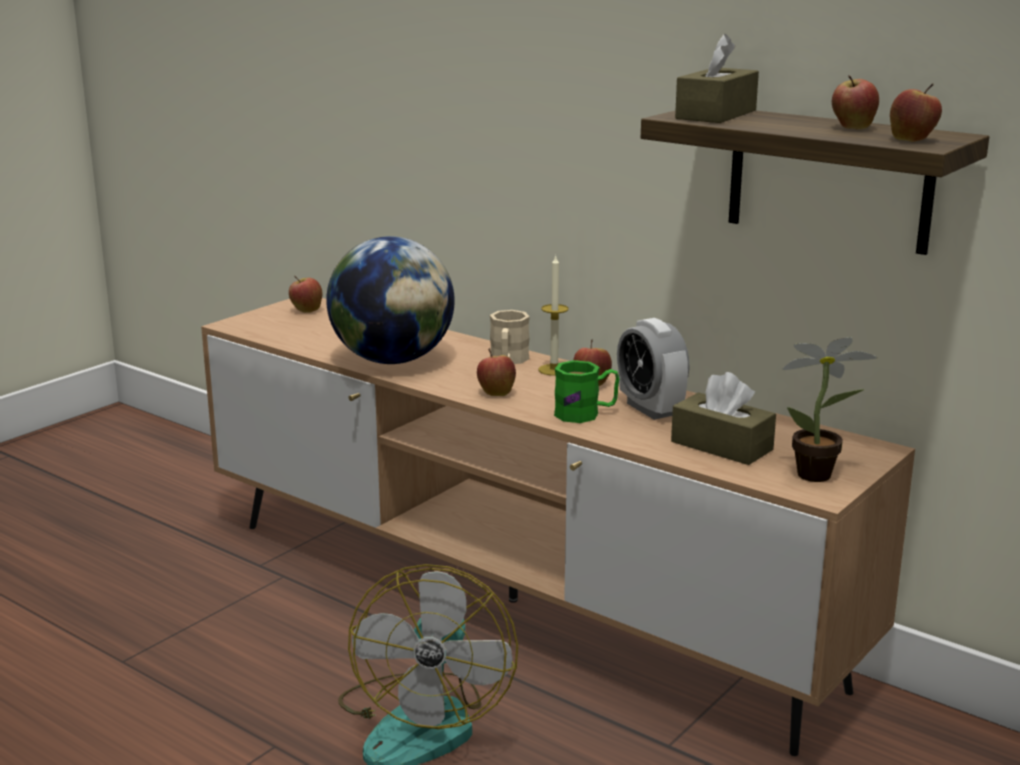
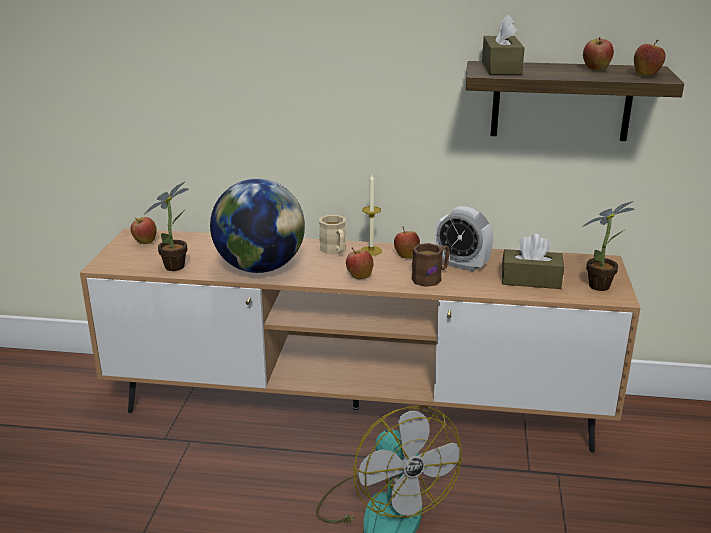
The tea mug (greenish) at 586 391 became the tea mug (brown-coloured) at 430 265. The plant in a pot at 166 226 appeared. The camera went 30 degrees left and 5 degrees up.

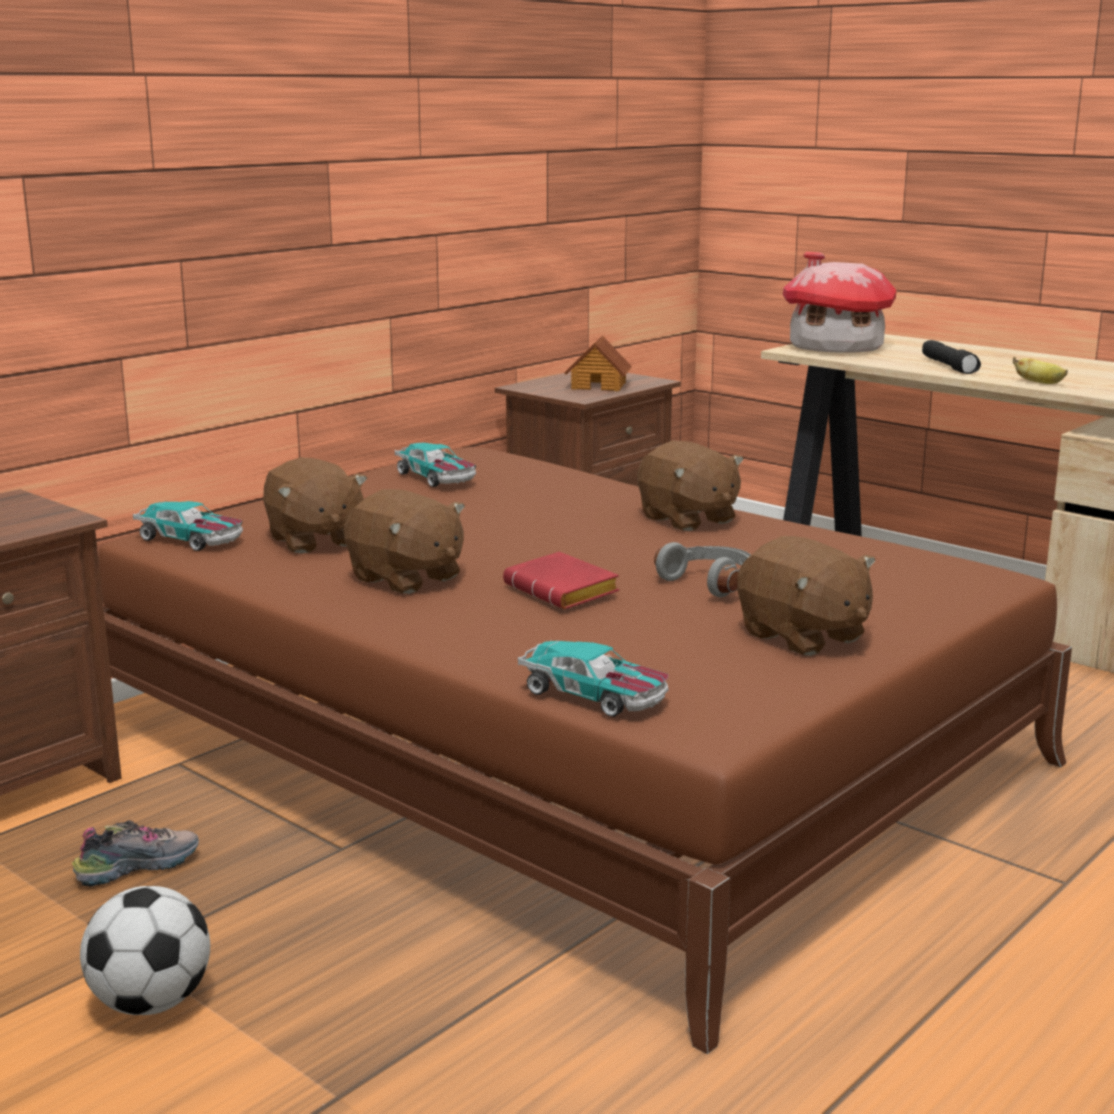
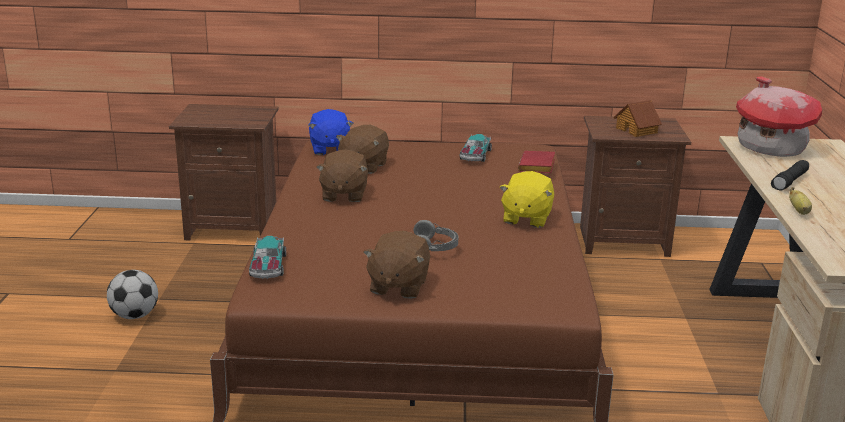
The item of footwear at 135 853 disappeared. The toy car at 188 526 was replaced by the plush toy (blue) at 331 132. The volume (reddish) moved from 561 580 to 536 162. The plush toy (brown-coloured) at 690 486 became the plush toy (yellow) at 526 199. The camera went 50 degrees right and 5 degrees up.

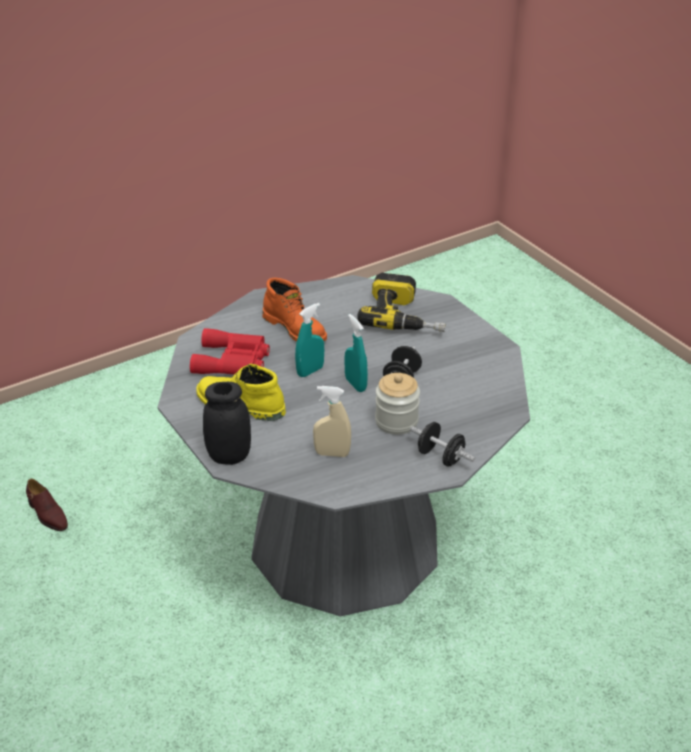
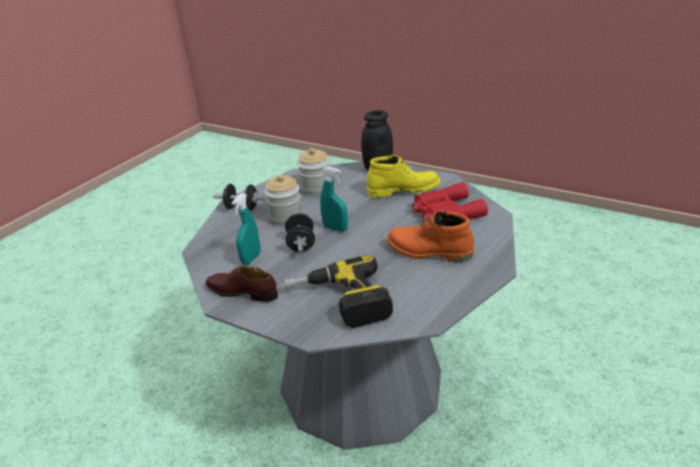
The item of footwear (brown-coloured) moved from 47 505 to 242 284. The spray bottle (blue-green) moved from 309 340 to 246 229. The spray bottle (beige) at 332 421 was replaced by the storage jar at 313 171. The camera went 155 degrees right and 5 degrees down.

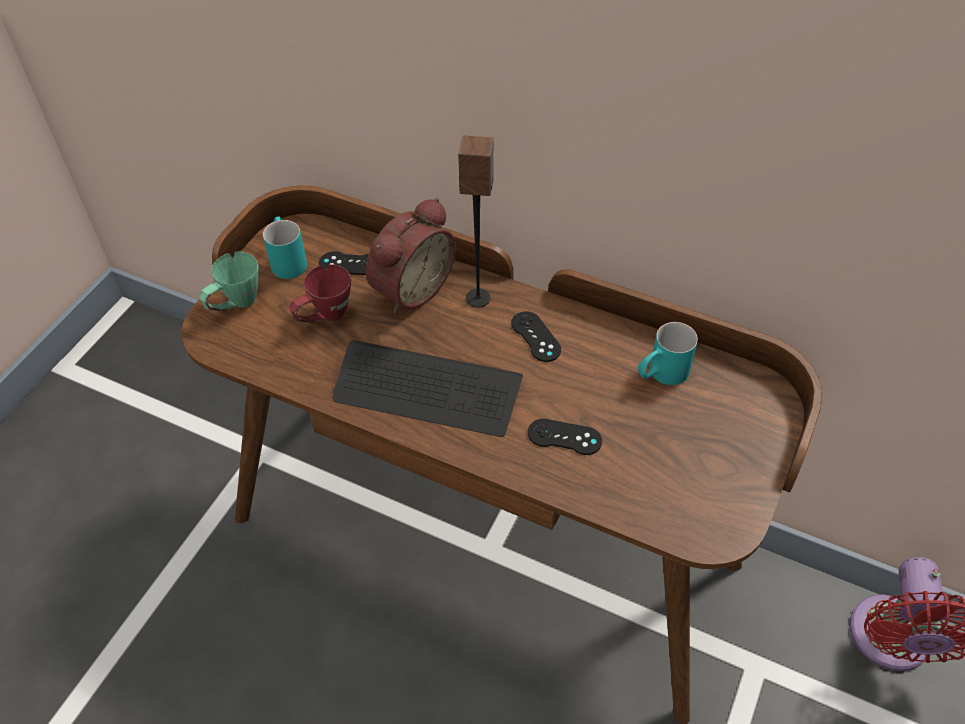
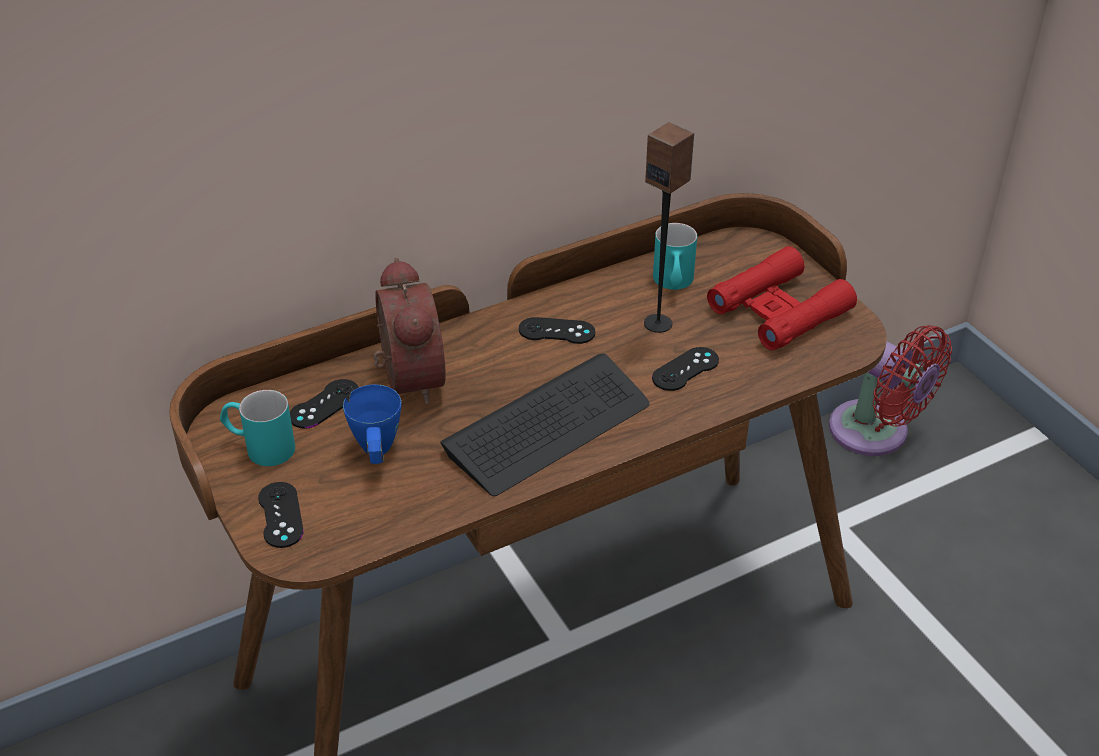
The tea mug (greenish) at 229 281 was replaced by the game controller (black) at 281 515. The tea mug (reddish) at 320 293 became the tea mug (blue) at 372 424. The audio speaker moved from 476 221 to 669 227. The binoculars (reddish) at 782 298 appeared. The camera went 55 degrees left and 10 degrees down.

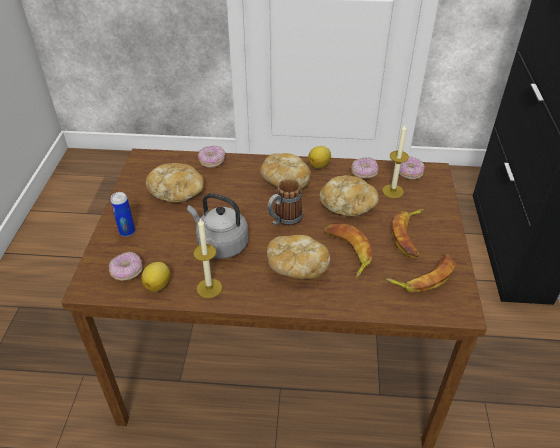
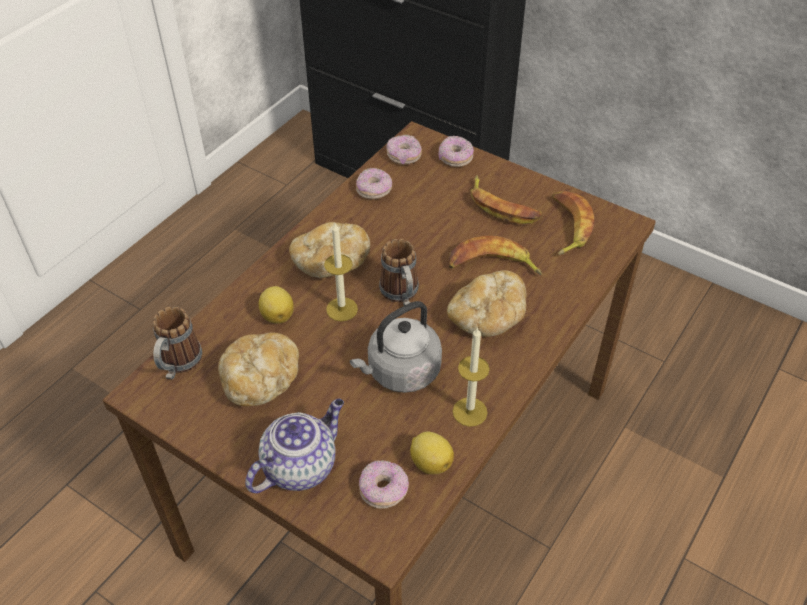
The sealed can at 122 214 was replaced by the tea pot at 294 446. The ring doughnut moved from 211 157 to 456 151. The lemon moved from 319 157 to 276 305. The bread at 349 196 disappeared. The wax candle moved from 395 161 to 341 272. The tea mug at 177 342 appeared. The camera went 60 degrees left and 5 degrees up.

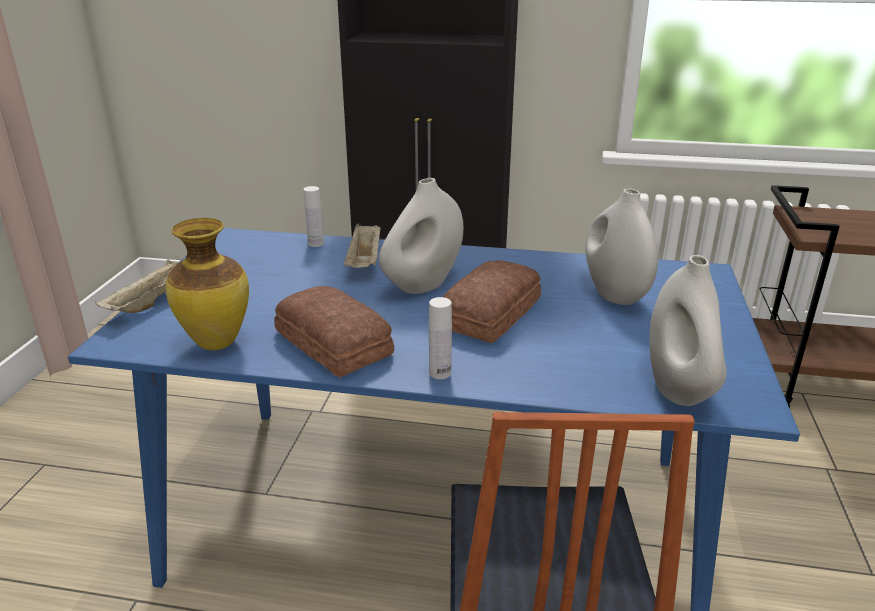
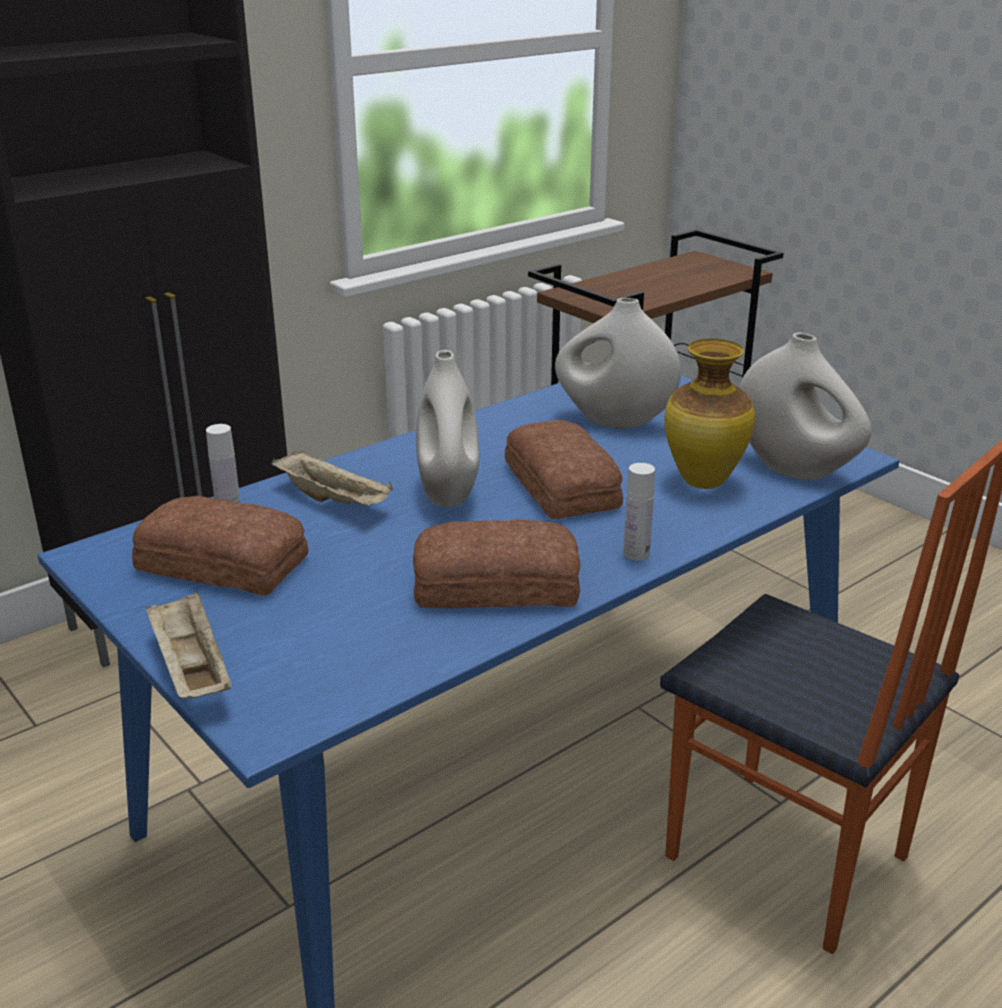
The flower vase moved from 207 284 to 710 414. The bread at 220 546 appeared. The camera went 50 degrees left and 0 degrees up.

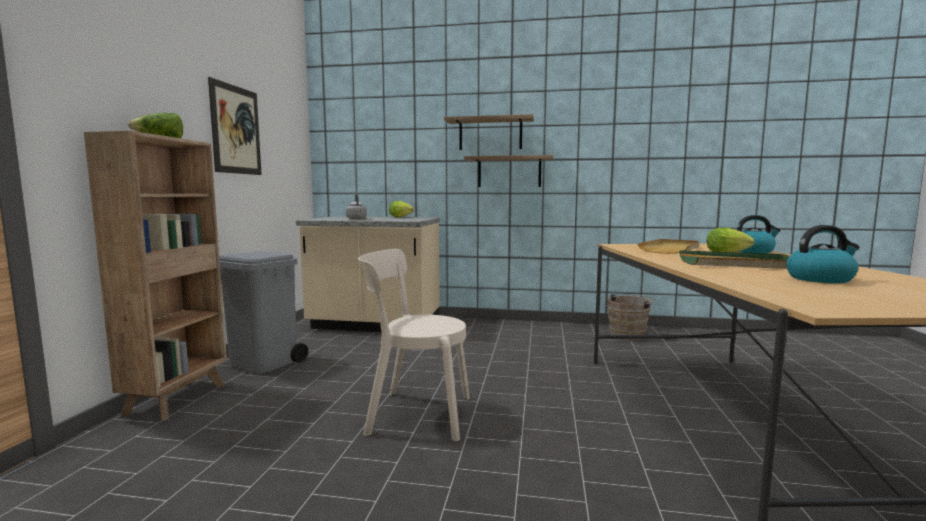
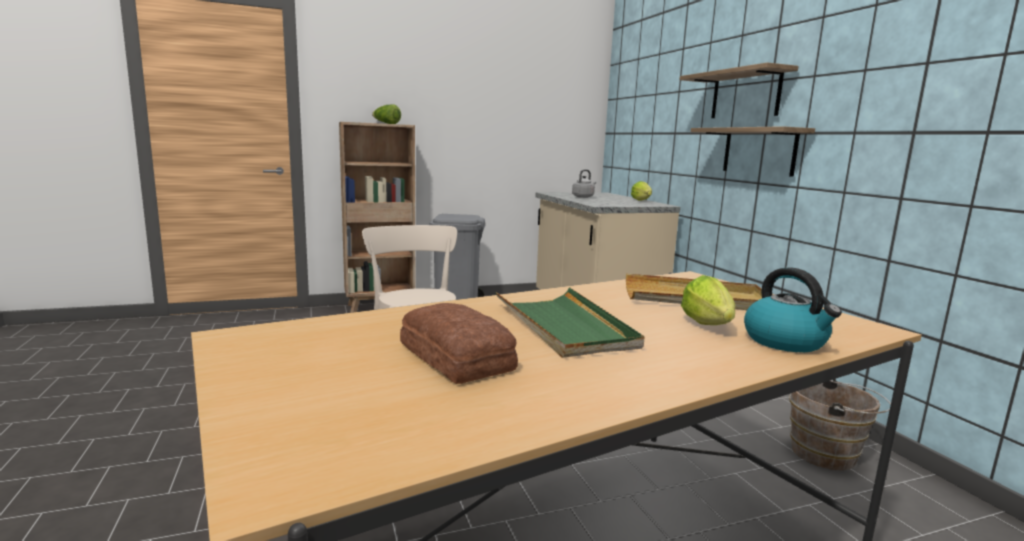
The picture at 235 126 disappeared. The water kettle at 822 254 was replaced by the bread at 459 343. The camera went 60 degrees right and 5 degrees up.

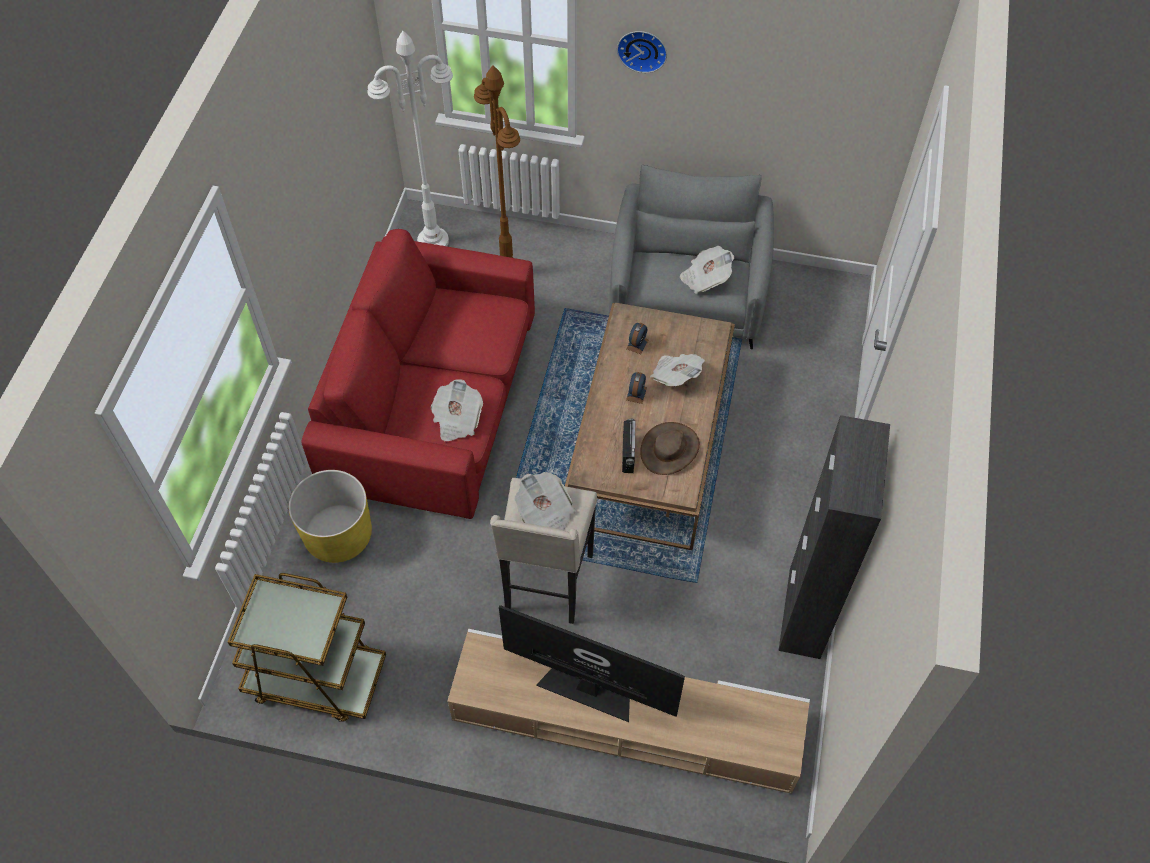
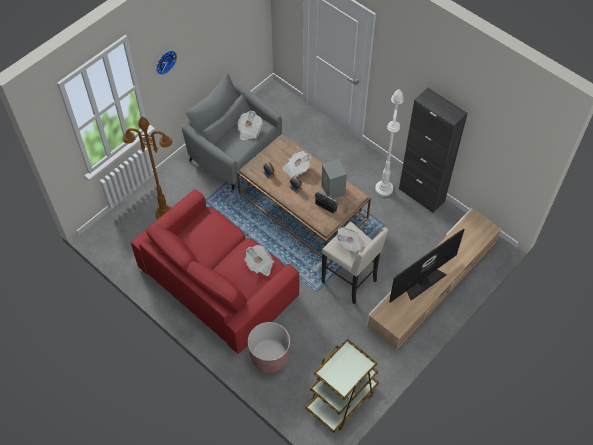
The plant pot (yellow) at 330 516 became the plant pot (brown-coloured) at 269 347. The standard lamp (whitish) moved from 410 138 to 389 143. The clothing hat (brown-coloured) at 670 448 was replaced by the audio speaker (grey) at 334 179. The camera went 60 degrees left and 0 degrees up.

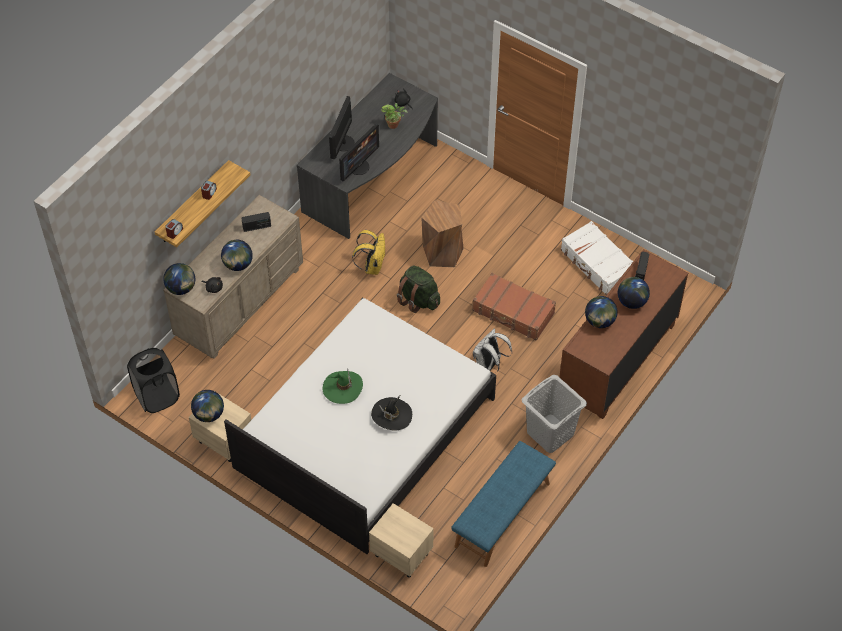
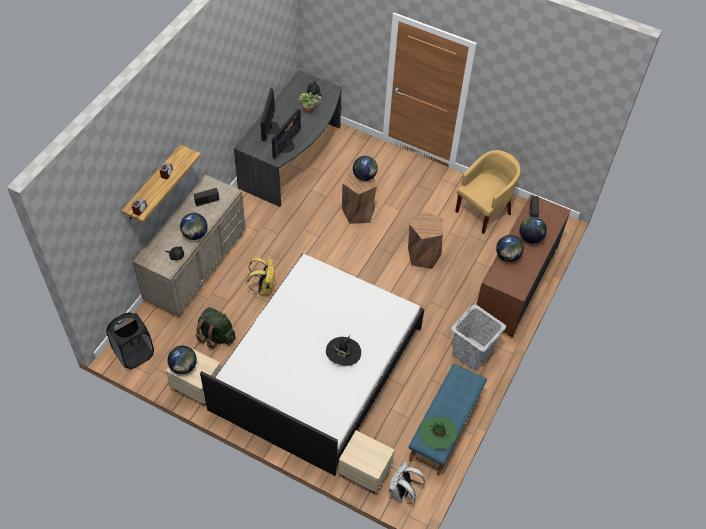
The globe moved from 179 279 to 365 168. The clothing hat (greenish) moved from 343 386 to 438 433. The backpack (yellow) moved from 368 252 to 260 276. The backpack (greenish) moved from 418 289 to 216 328. The suitcase (brown-coloured) at 514 307 was replaced by the stool (brown-coloured) at 425 240. The backpack (whitish) moved from 492 350 to 407 482. The suitcase (whitish) at 597 258 was replaced by the armchair (yellow) at 488 192. The camera went 10 degrees left and 0 degrees up.

